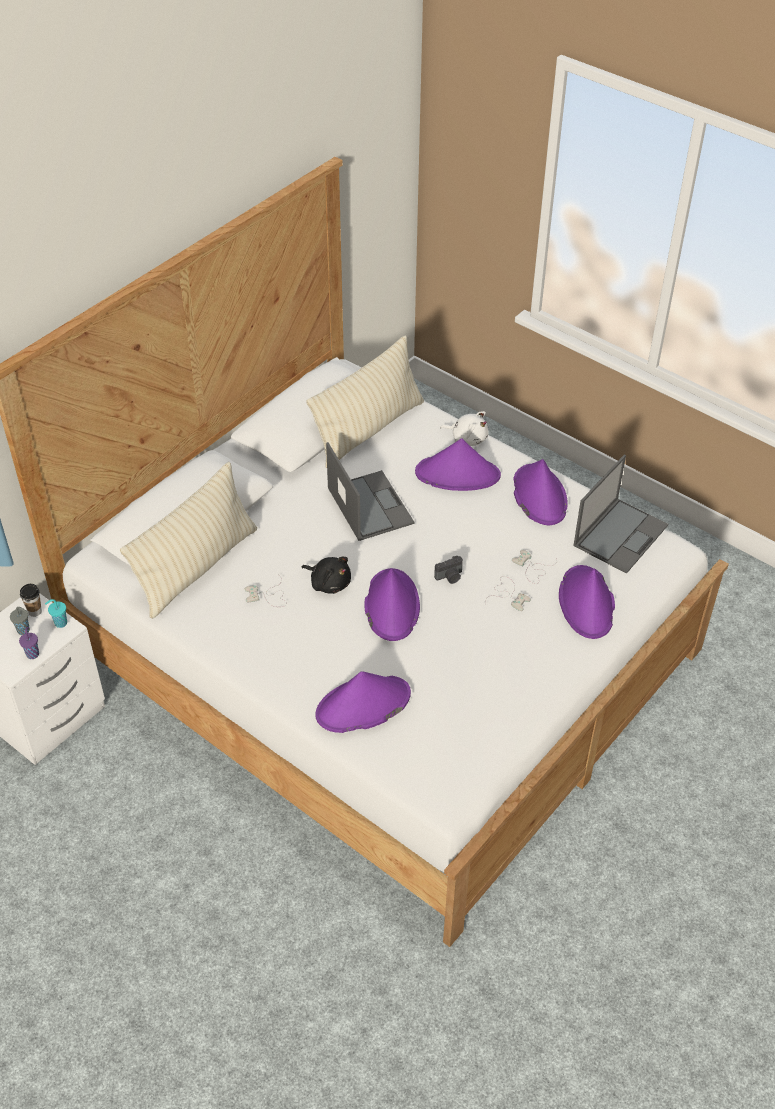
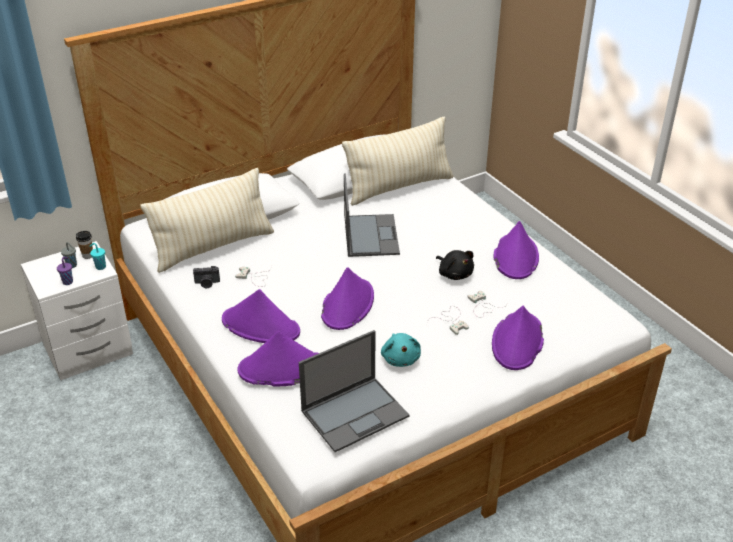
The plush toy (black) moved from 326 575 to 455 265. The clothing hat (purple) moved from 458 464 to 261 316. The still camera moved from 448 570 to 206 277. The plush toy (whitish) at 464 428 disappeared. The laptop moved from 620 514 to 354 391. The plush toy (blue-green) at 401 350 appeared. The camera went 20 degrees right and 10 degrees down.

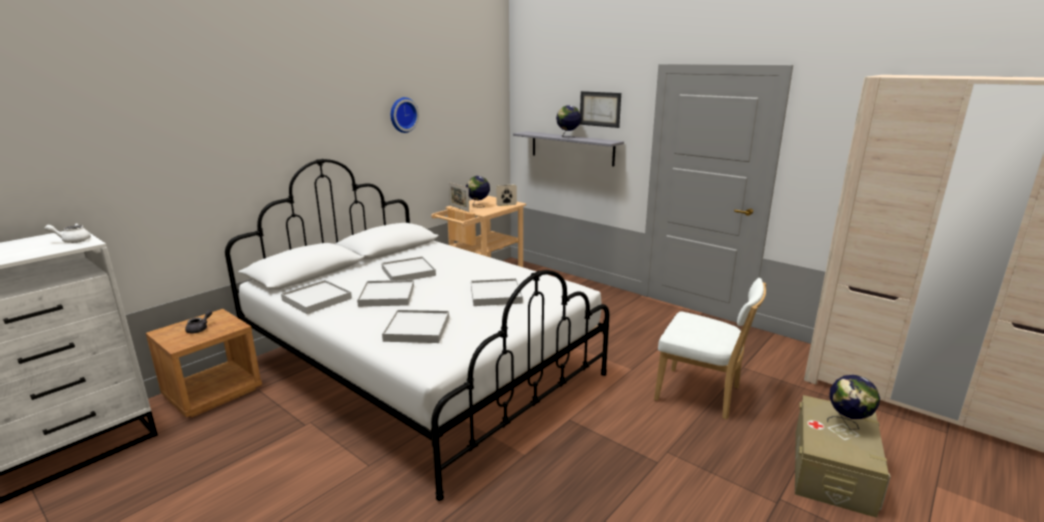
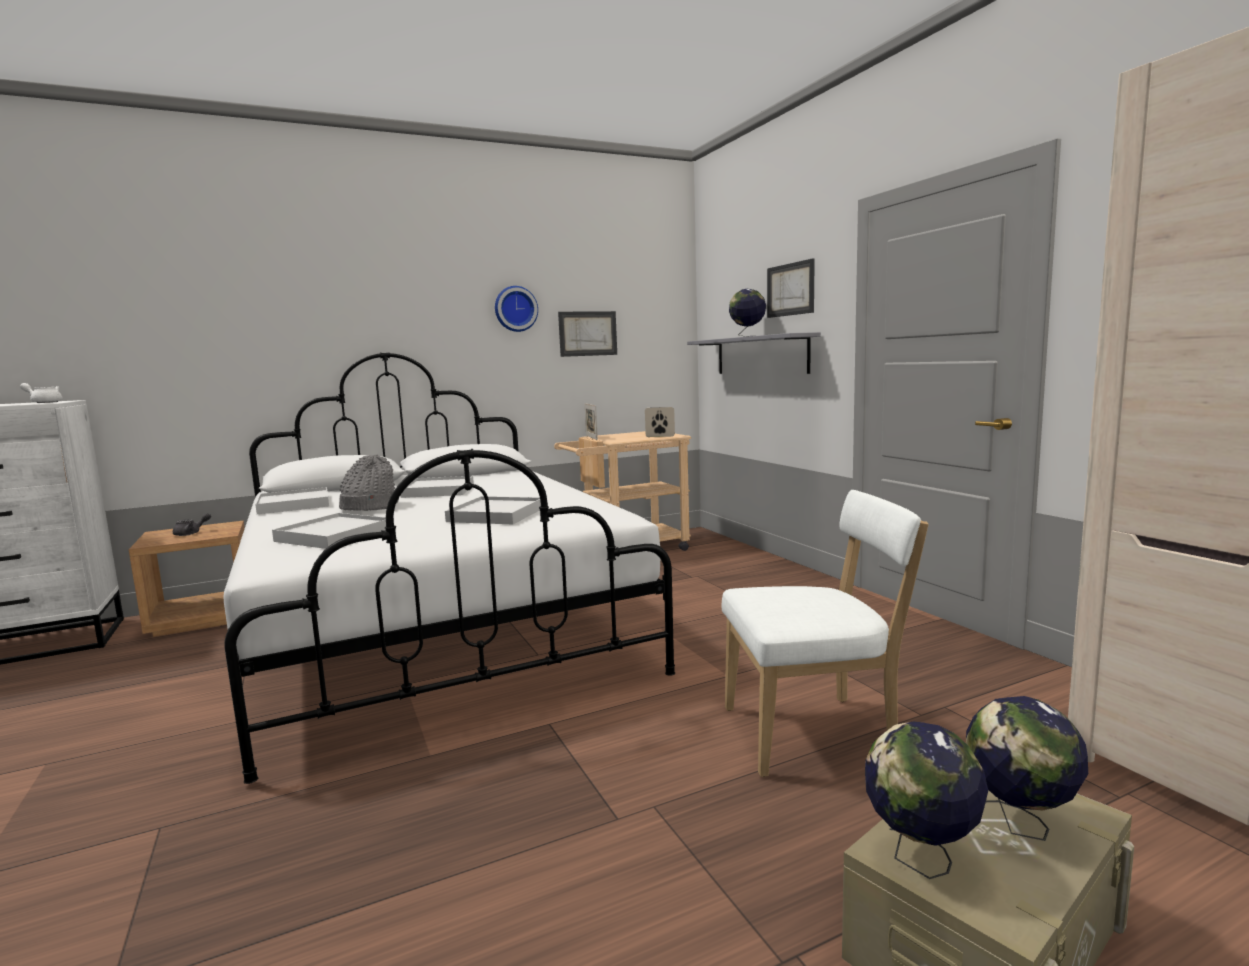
The tray (whitish) at 385 293 was replaced by the clothing hat (grey) at 369 482. The globe moved from 478 192 to 926 800. The plain chair (whitish) at 710 349 turned 60 degrees counterclockwise. The picture at 587 334 appeared. The camera went 25 degrees right and 10 degrees down.

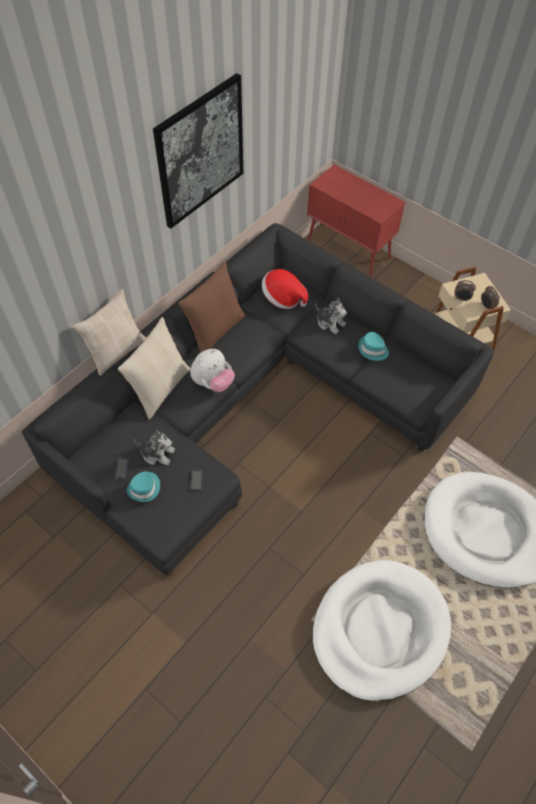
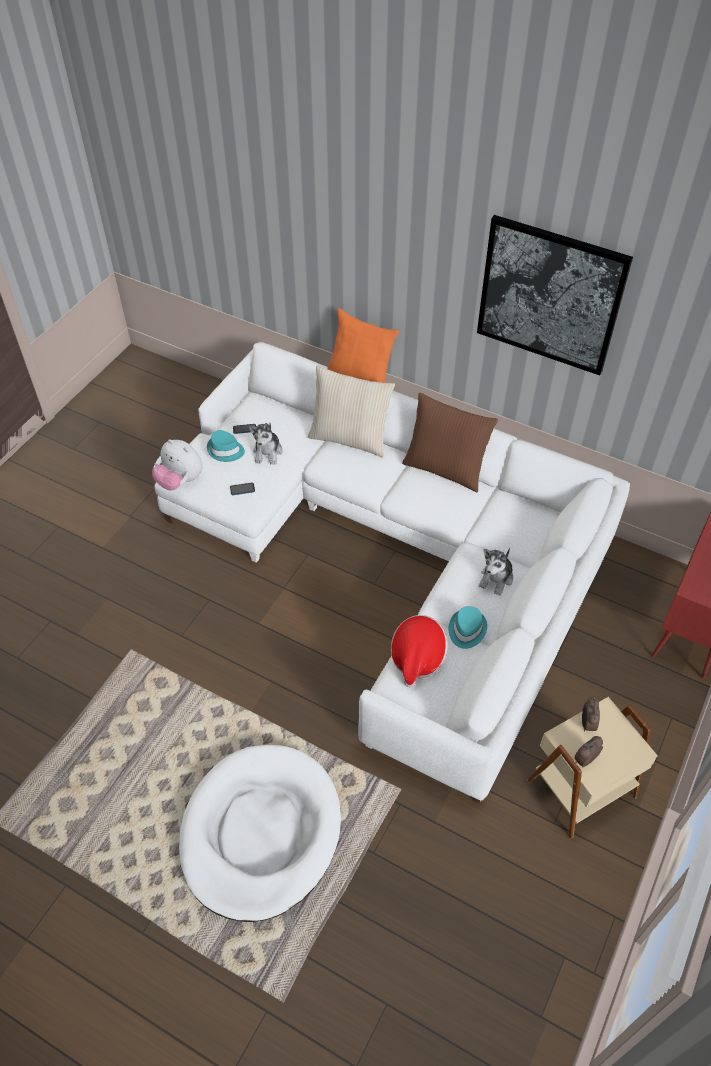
The settee (black) at 258 400 became the settee (whitish) at 392 572. The throw pillow (beige) at 109 332 became the throw pillow (orange-coloured) at 363 345. The plush toy moved from 212 370 to 177 465. The clothing hat moved from 285 289 to 419 651. The dog cushion (whitish) at 382 630 disappeared. The camera went 80 degrees right and 5 degrees down.

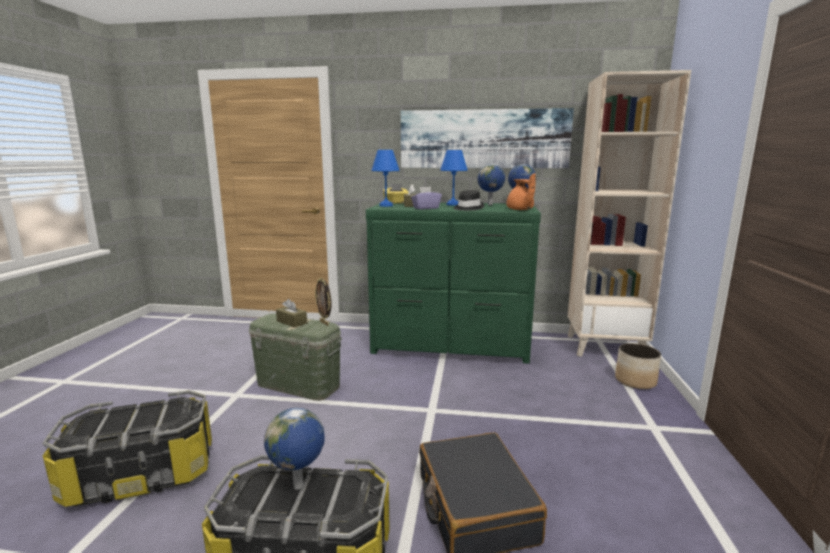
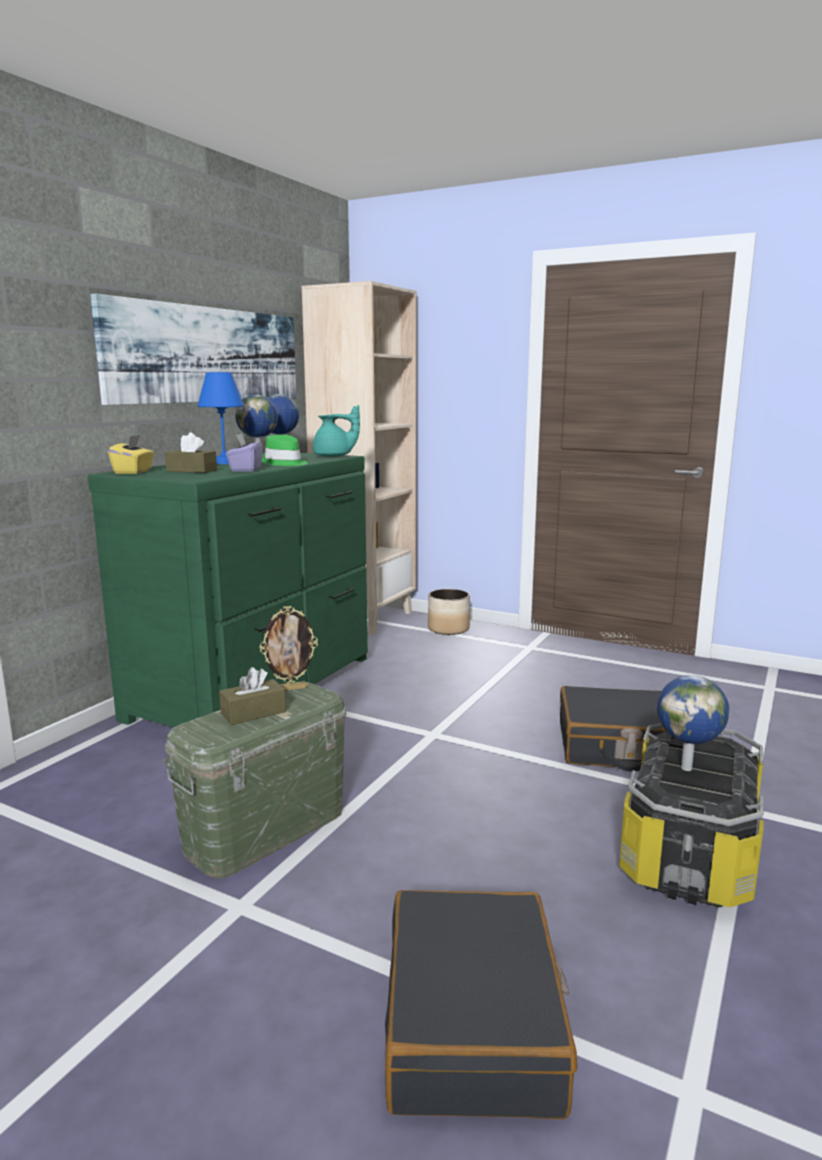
The storage bin at 127 448 was replaced by the suitcase (black) at 481 1004. The tabletop lamp (blue) at 385 178 disappeared. The clothing hat (black) at 468 200 became the clothing hat (greenish) at 285 450. The tea pot (orange-coloured) at 521 191 became the tea pot (blue-green) at 336 431. The camera went 70 degrees left and 0 degrees up.

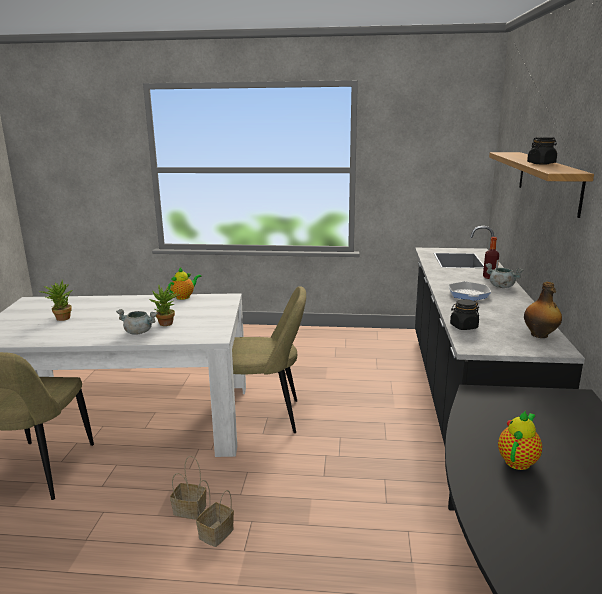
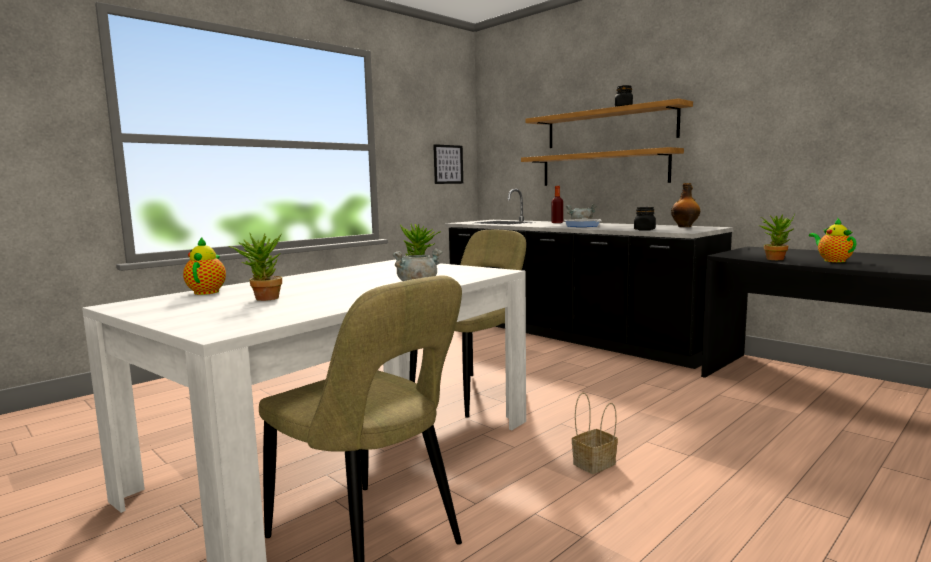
The tea pot moved from 184 284 to 204 266. The basket at 215 513 disappeared. The picture at 448 164 appeared. The bracket shelf at 602 166 appeared. The plant in a pot at 776 237 appeared. The camera went 50 degrees left and 10 degrees down.

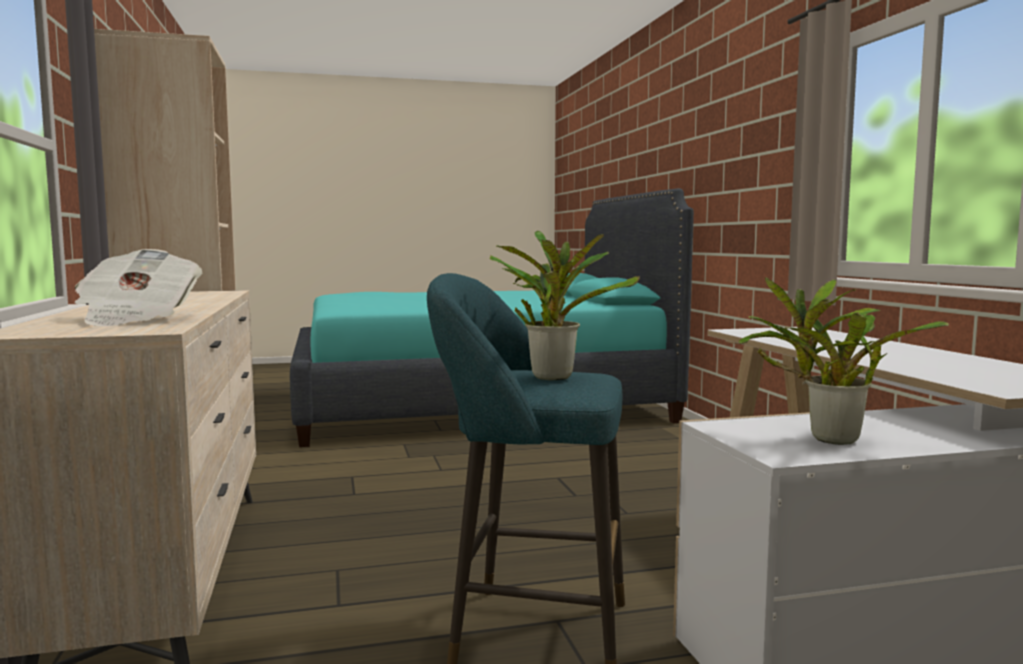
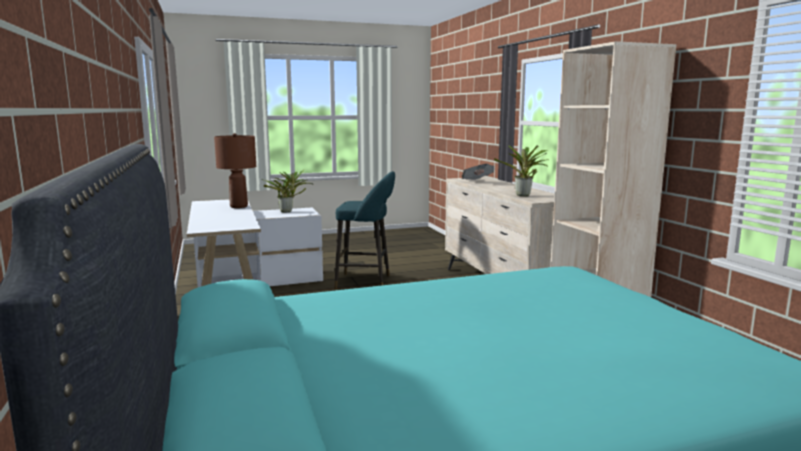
The plant in a pot moved from 564 305 to 521 170. The tabletop lamp (brown-coloured) at 235 170 appeared. The camera went 175 degrees right and 5 degrees up.

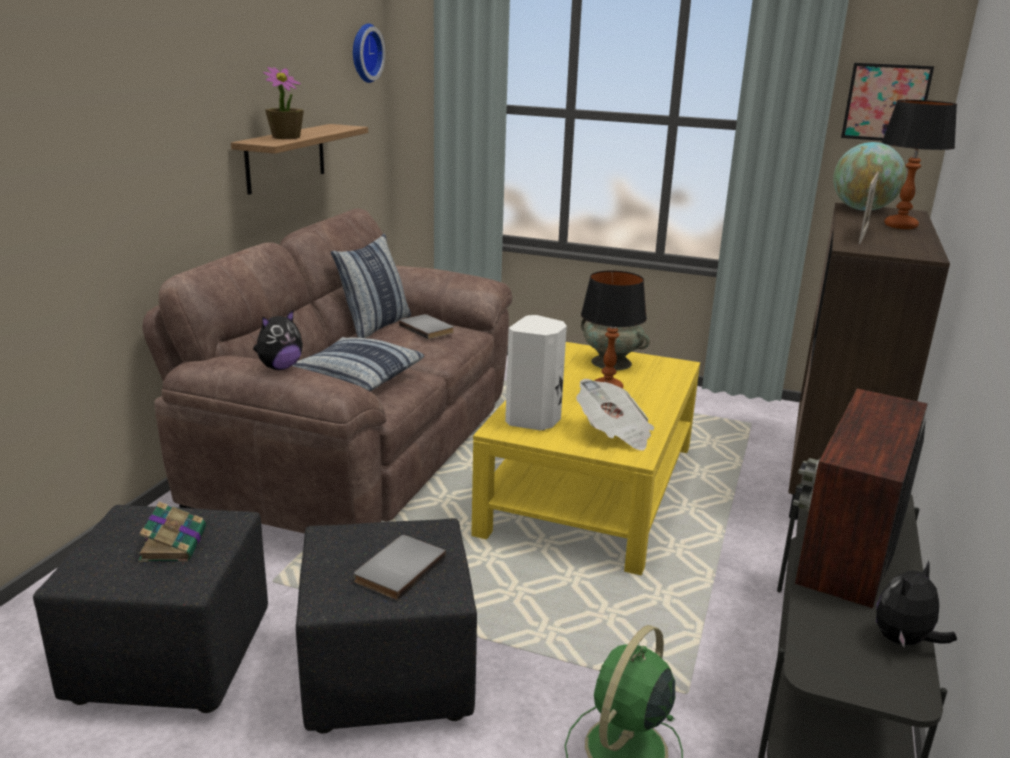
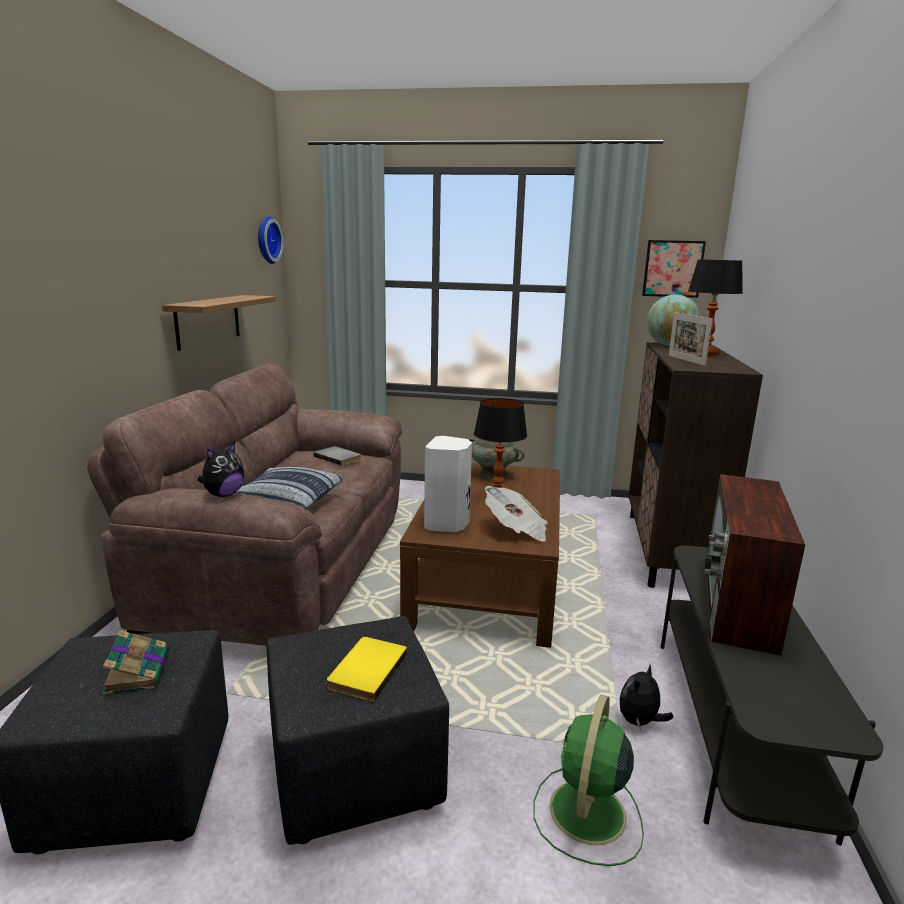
The plant in a pot at 283 103 disappeared. The throw pillow at 371 286 disappeared. The volume (grey) at 400 567 became the volume (yellow) at 367 669. The low table (yellow) at 585 458 became the low table (brown-coloured) at 480 555. The standing frame at 869 208 turned 150 degrees clockwise. The plush toy moved from 916 603 to 647 696. The camera went 10 degrees left and 5 degrees down.

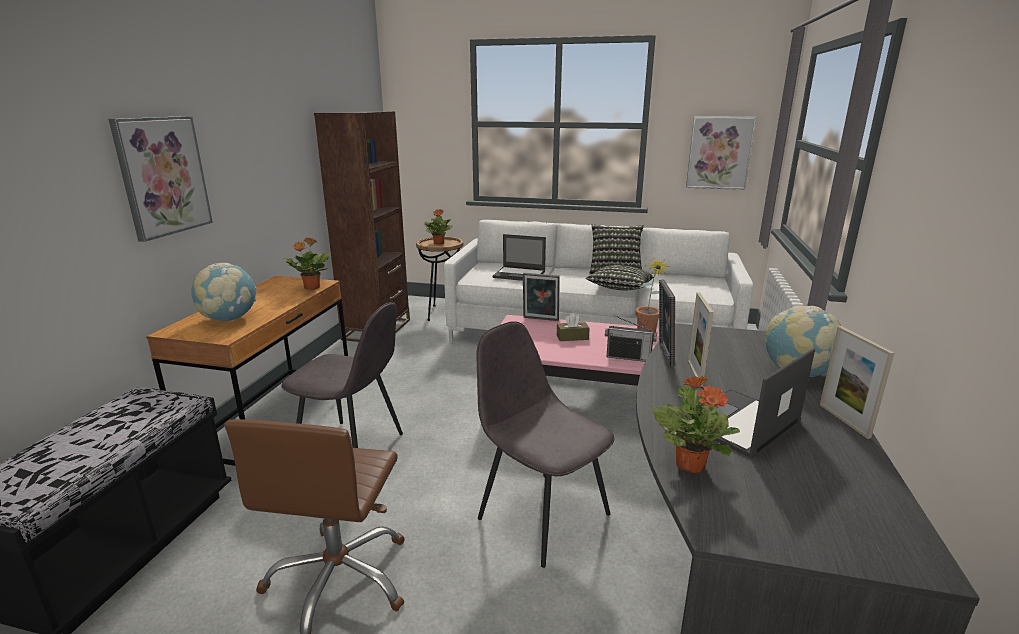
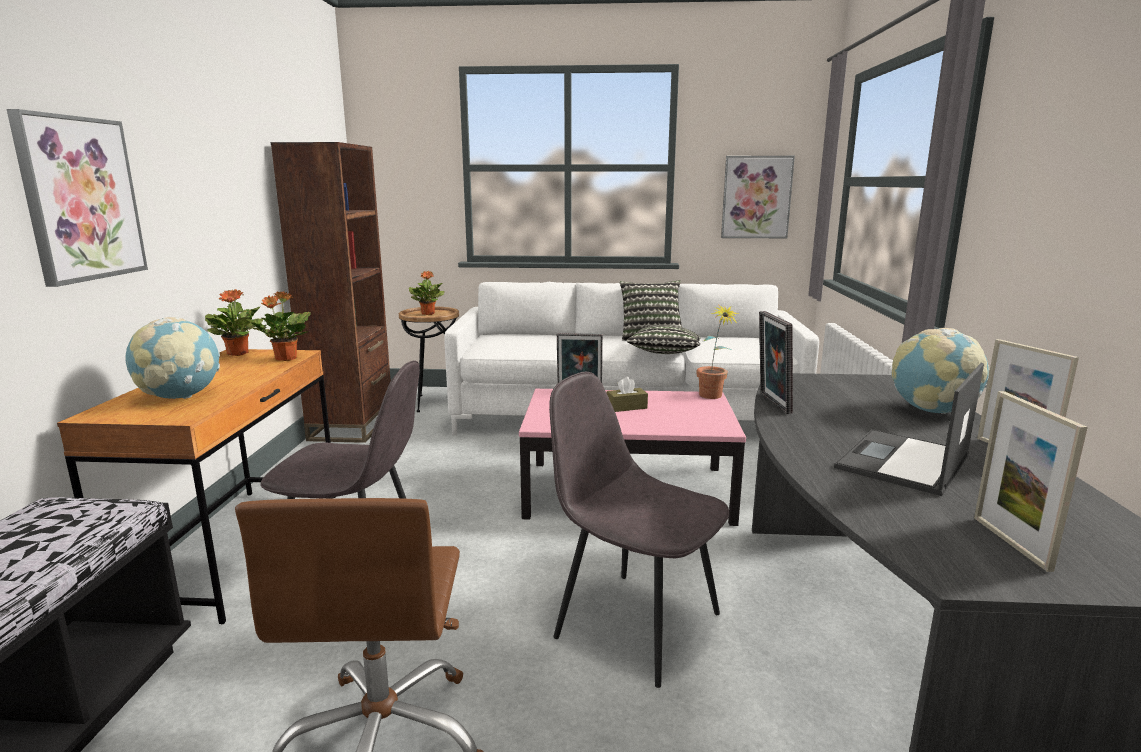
The laptop at 519 257 disappeared. The radio receiver at 631 338 disappeared. The plant in a pot moved from 696 424 to 234 322. The standing frame moved from 701 339 to 1031 481. The camera went 10 degrees left and 5 degrees down.

